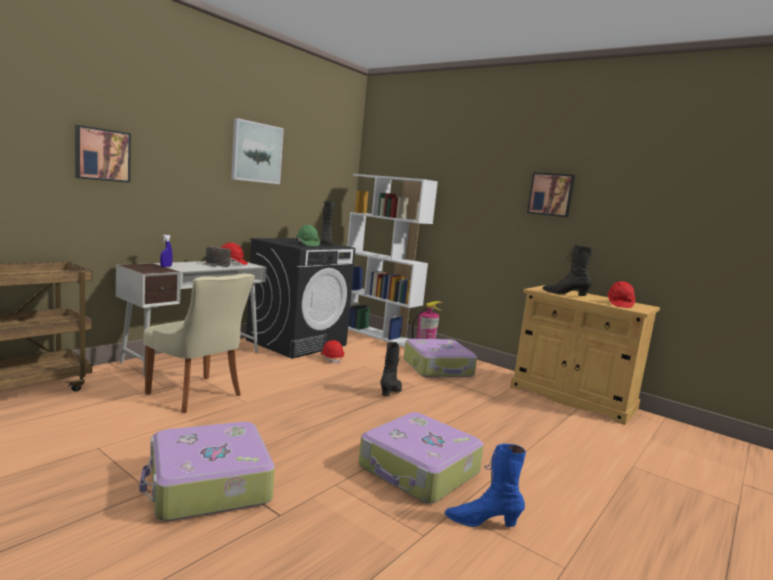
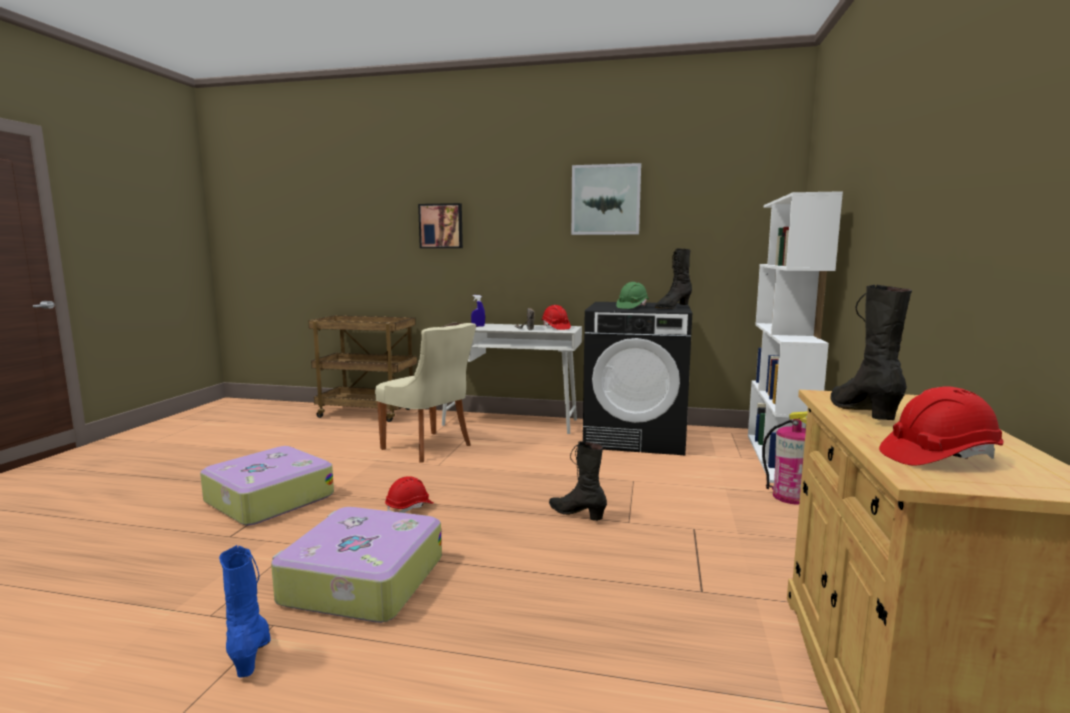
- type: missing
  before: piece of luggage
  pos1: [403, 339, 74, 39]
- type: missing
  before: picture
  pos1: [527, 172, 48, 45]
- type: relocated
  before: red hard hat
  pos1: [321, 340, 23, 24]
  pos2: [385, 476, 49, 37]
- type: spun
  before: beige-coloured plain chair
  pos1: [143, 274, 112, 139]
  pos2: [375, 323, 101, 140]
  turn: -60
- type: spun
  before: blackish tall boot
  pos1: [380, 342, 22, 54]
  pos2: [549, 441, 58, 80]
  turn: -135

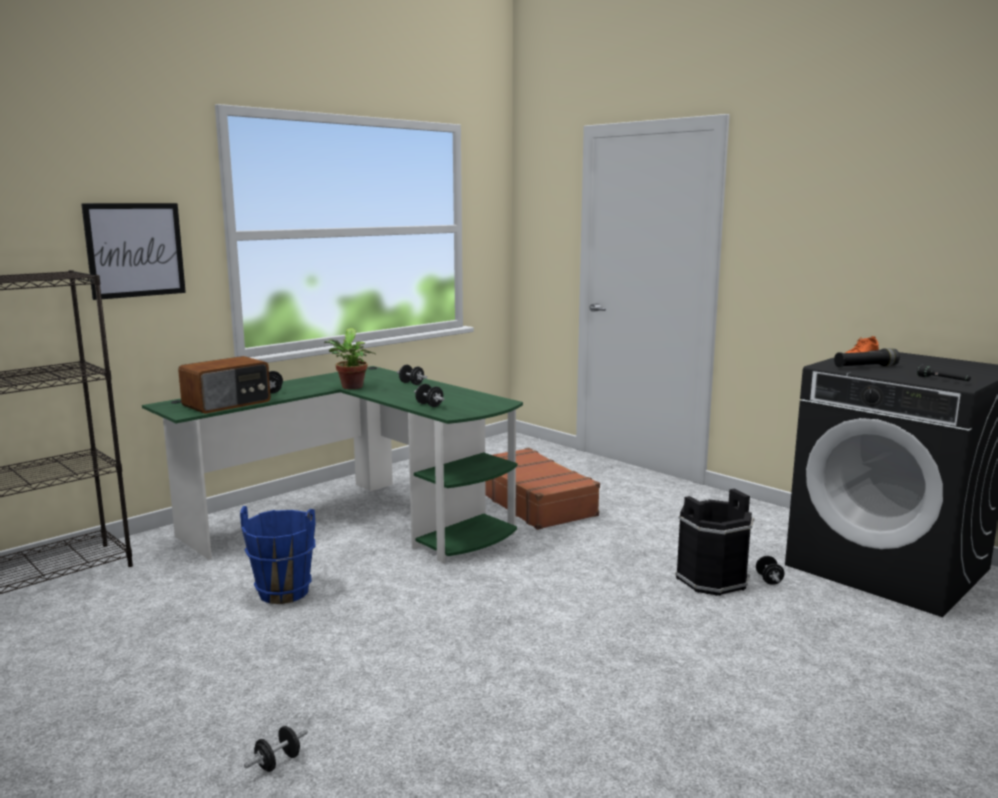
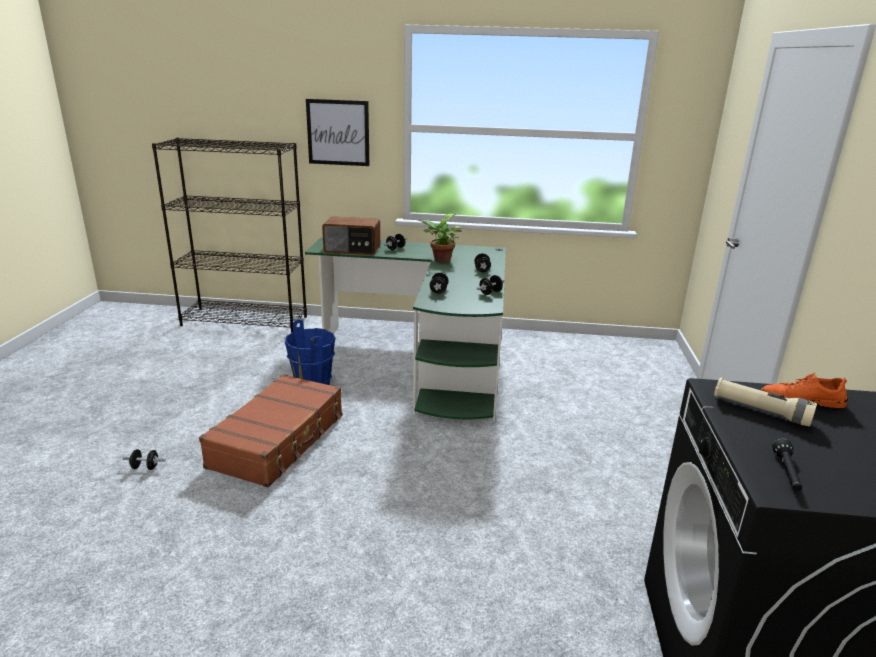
- type: missing
  before: blackish bucket
  pos1: [675, 489, 79, 107]
- type: relocated
  before: brown piece of luggage
  pos1: [485, 448, 115, 82]
  pos2: [199, 374, 143, 113]
- type: relocated
  before: blackish dumbbell
  pos1: [756, 556, 28, 29]
  pos2: [477, 275, 27, 20]
- type: colour
  before: blackish hand torch
  after: beige-coloured hand torch
  pos1: [834, 348, 66, 19]
  pos2: [714, 377, 103, 50]

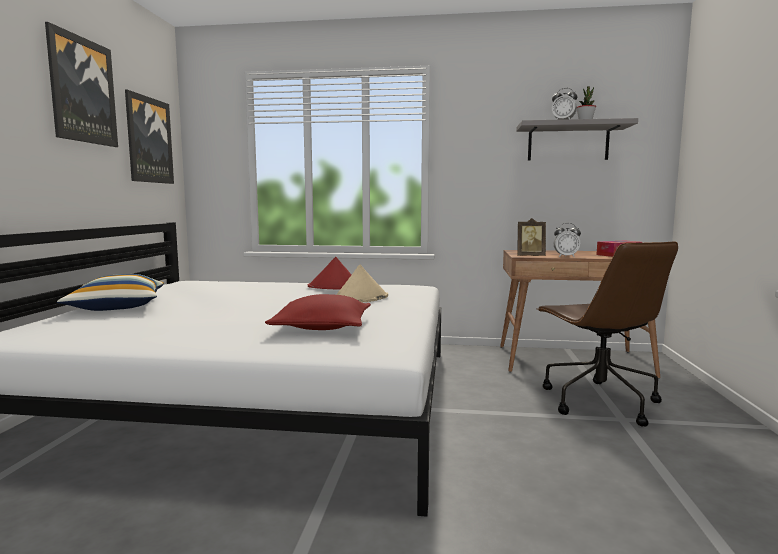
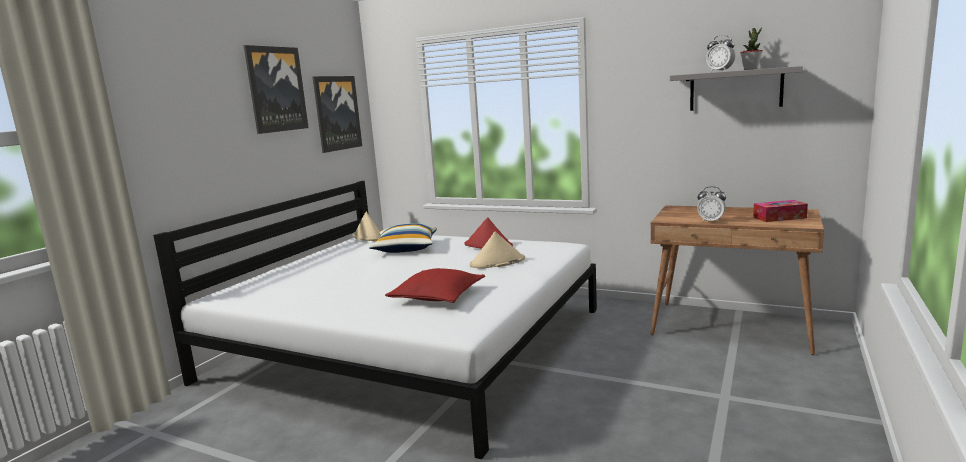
- type: missing
  before: photo frame
  pos1: [517, 218, 29, 38]
- type: missing
  before: brown office chair
  pos1: [537, 242, 141, 185]
- type: appeared
  after: beige-coloured clothing hat
  pos2: [353, 211, 27, 30]
- type: relocated
  before: cushion
  pos1: [57, 274, 107, 37]
  pos2: [369, 223, 68, 30]

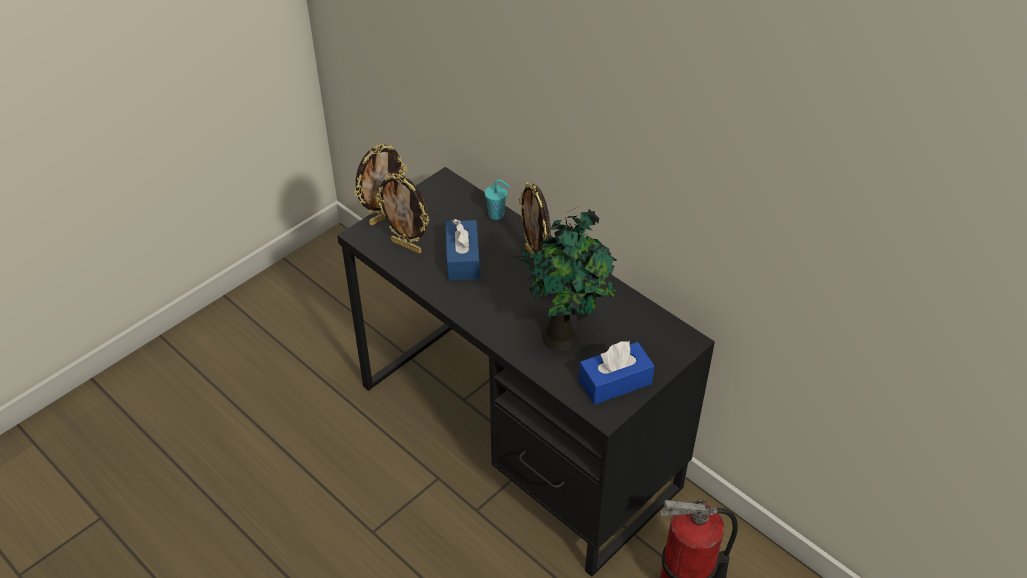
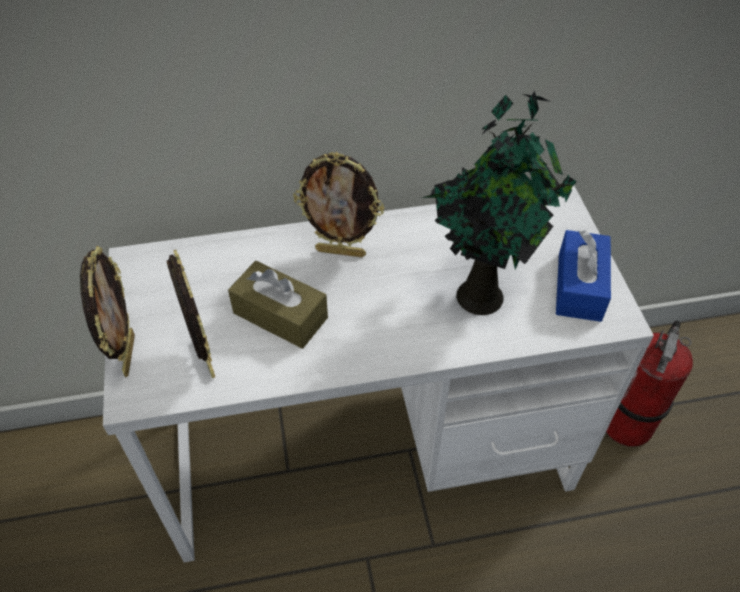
- type: missing
  before: turquoise drinking cup
  pos1: [485, 179, 25, 41]
- type: colour
  before: blackish desk
  after: white-coloured desk
  pos1: [337, 167, 378, 410]
  pos2: [103, 186, 551, 377]
- type: colour
  before: blue box of tissues
  after: brown box of tissues
  pos1: [445, 219, 35, 61]
  pos2: [228, 261, 100, 87]
- type: spun
  before: photo frame
  pos1: [375, 173, 54, 81]
  pos2: [167, 250, 48, 128]
  turn: -90

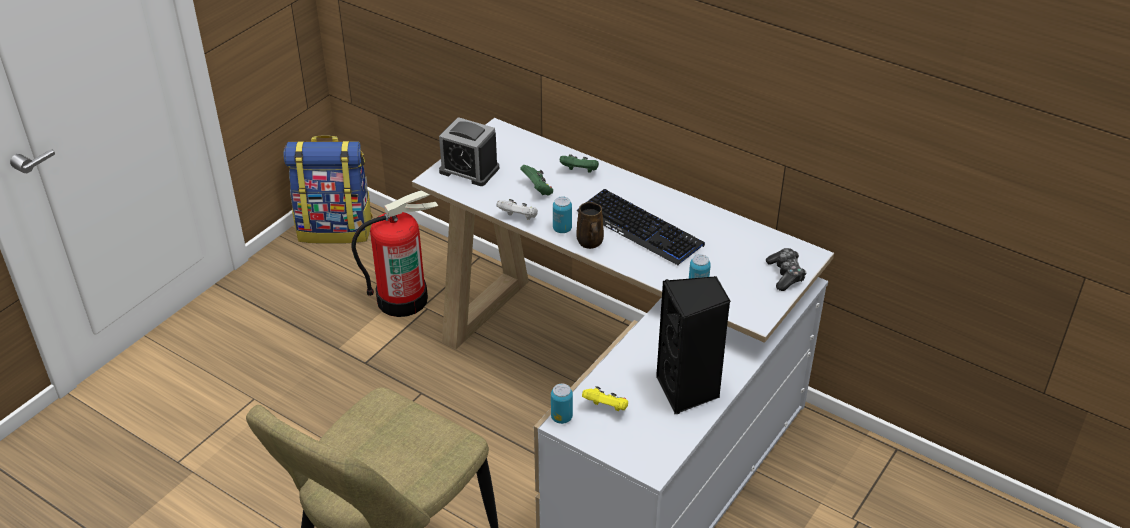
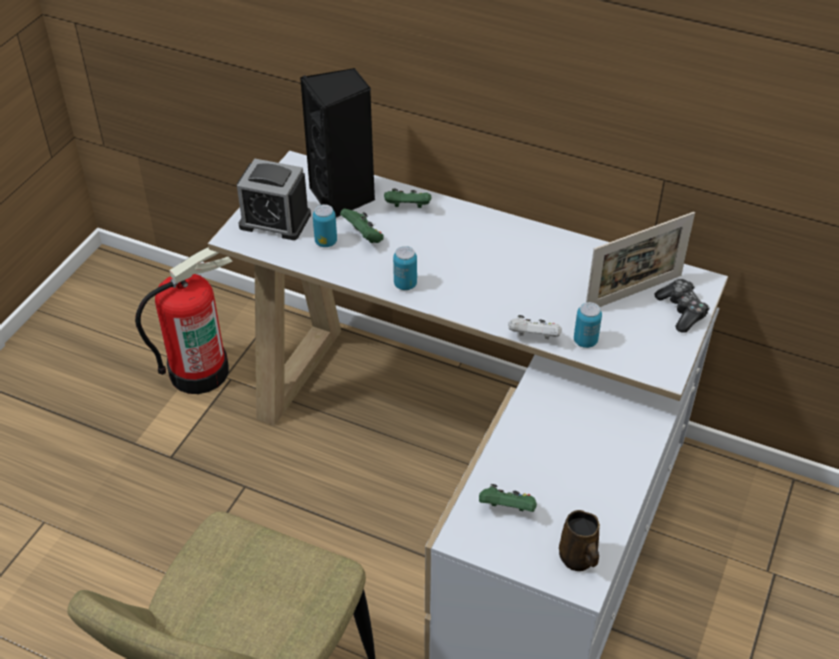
- type: missing
  before: backpack
  pos1: [283, 135, 90, 109]
- type: missing
  before: PC keyboard
  pos1: [577, 189, 128, 76]
- type: appeared
  after: photo frame
  pos2: [586, 212, 109, 95]
- type: relocated
  before: white-coloured game controller
  pos1: [497, 199, 41, 21]
  pos2: [508, 315, 54, 24]
- type: relocated
  before: sealed can
  pos1: [551, 383, 22, 41]
  pos2: [313, 204, 24, 43]
- type: relocated
  before: brown coffee mug
  pos1: [576, 202, 28, 47]
  pos2: [559, 510, 41, 61]
- type: relocated
  before: blackish audio speaker
  pos1: [656, 276, 75, 138]
  pos2: [300, 68, 75, 150]
- type: colour
  before: yellow-coloured game controller
  after: green game controller
  pos1: [582, 386, 46, 25]
  pos2: [479, 484, 58, 28]

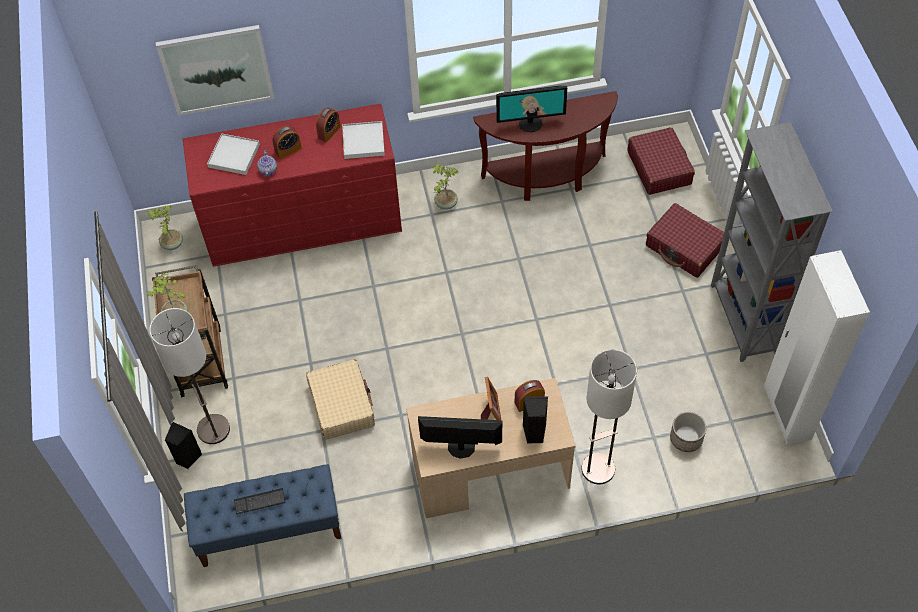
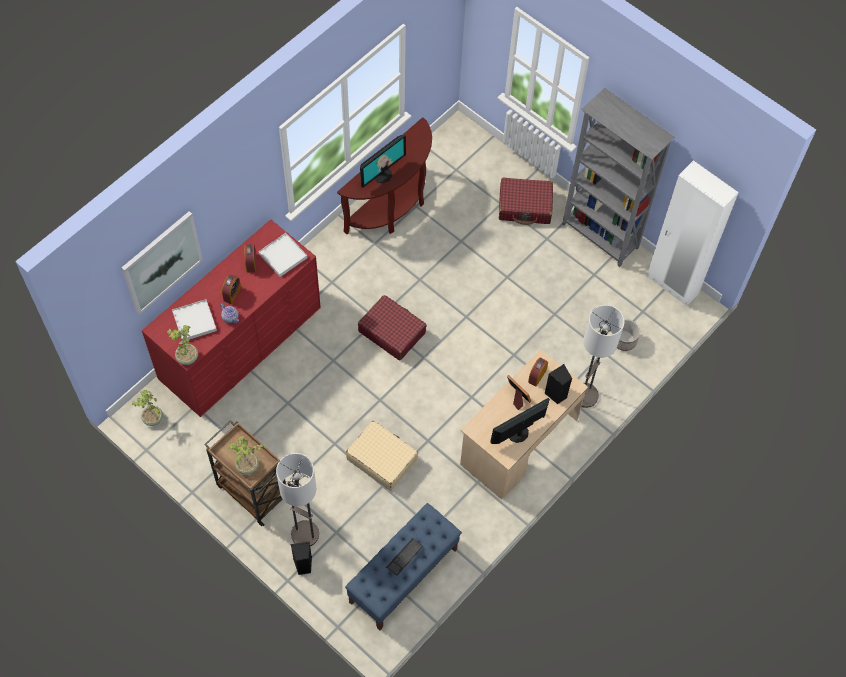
- type: relocated
  before: plant in a pot
  pos1: [433, 163, 25, 47]
  pos2: [167, 325, 31, 40]
- type: relocated
  before: red piece of luggage
  pos1: [628, 127, 67, 68]
  pos2: [358, 295, 69, 66]

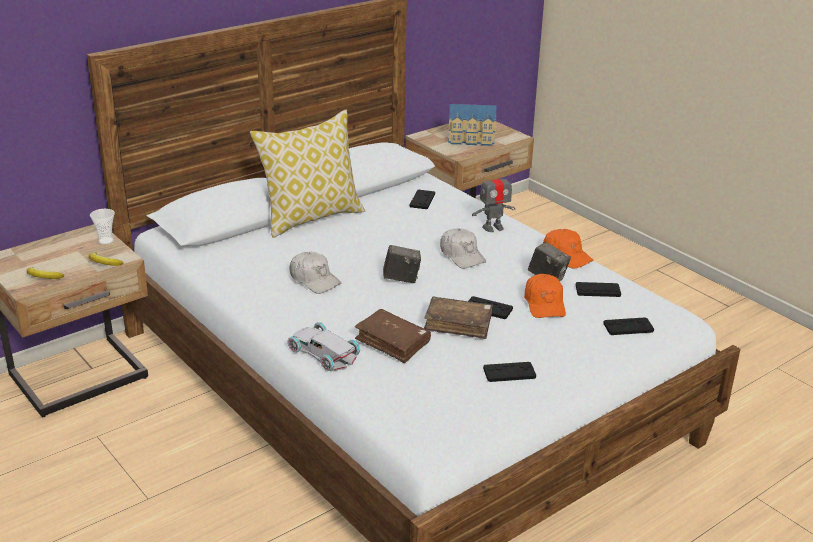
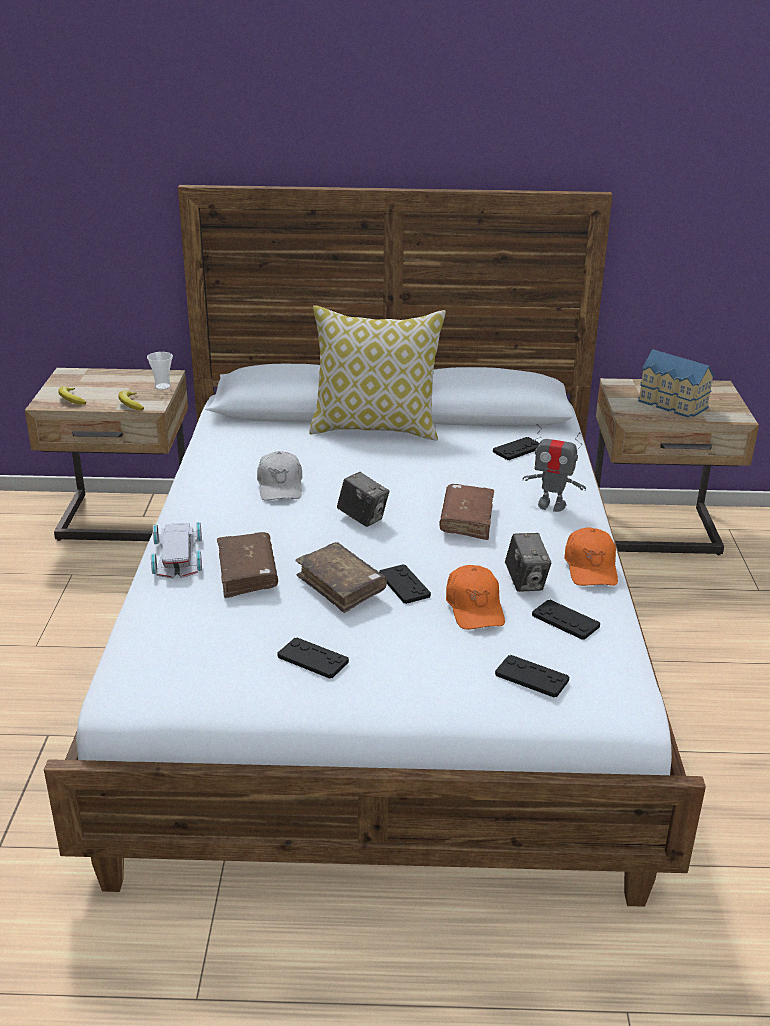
- type: exchanged
  before: white-coloured peaked cap
  after: brown volume
  pos1: [440, 228, 46, 41]
  pos2: [439, 484, 55, 56]
- type: spun
  before: orange-coloured peaked cap
  pos1: [524, 274, 42, 44]
  pos2: [446, 565, 59, 65]
  turn: -45

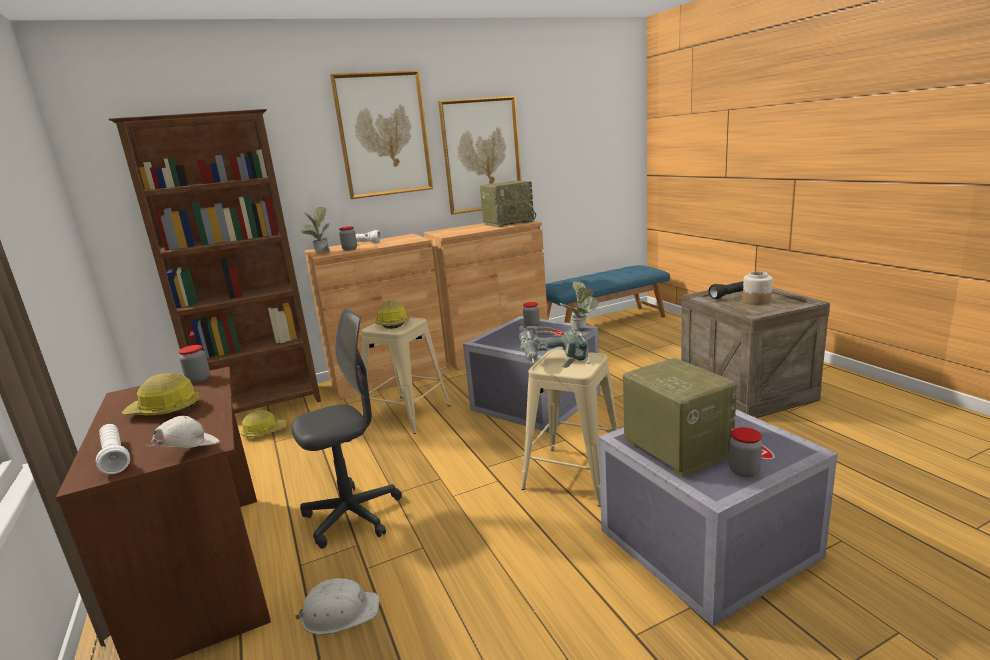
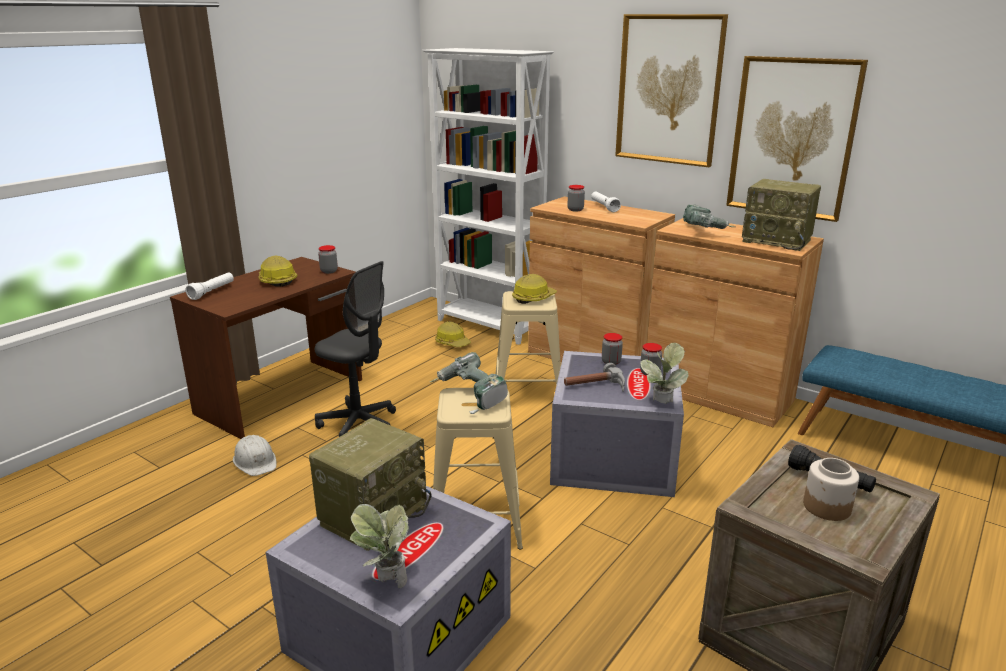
- type: missing
  before: white-coloured peaked cap
  pos1: [146, 416, 74, 31]
- type: appeared
  after: power drill
  pos2: [683, 204, 52, 25]
- type: relocated
  before: plant in a pot
  pos1: [301, 207, 29, 45]
  pos2: [350, 503, 59, 85]
- type: relocated
  before: preserve jar
  pos1: [729, 427, 33, 50]
  pos2: [602, 333, 21, 32]
- type: colour
  before: brown bookshelf
  after: white-coloured bookshelf
  pos1: [108, 109, 213, 305]
  pos2: [422, 48, 132, 297]

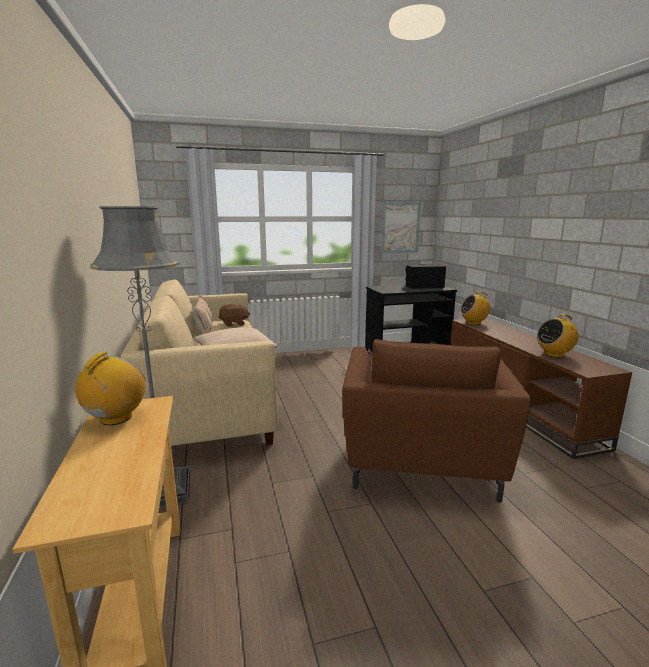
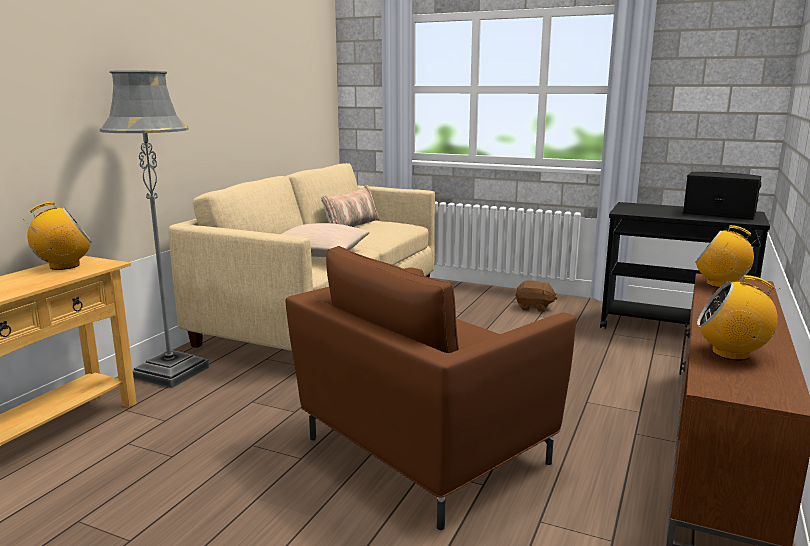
- type: missing
  before: picture
  pos1: [380, 201, 41, 52]
- type: relocated
  before: brown plush toy
  pos1: [219, 304, 31, 23]
  pos2: [515, 280, 42, 32]

